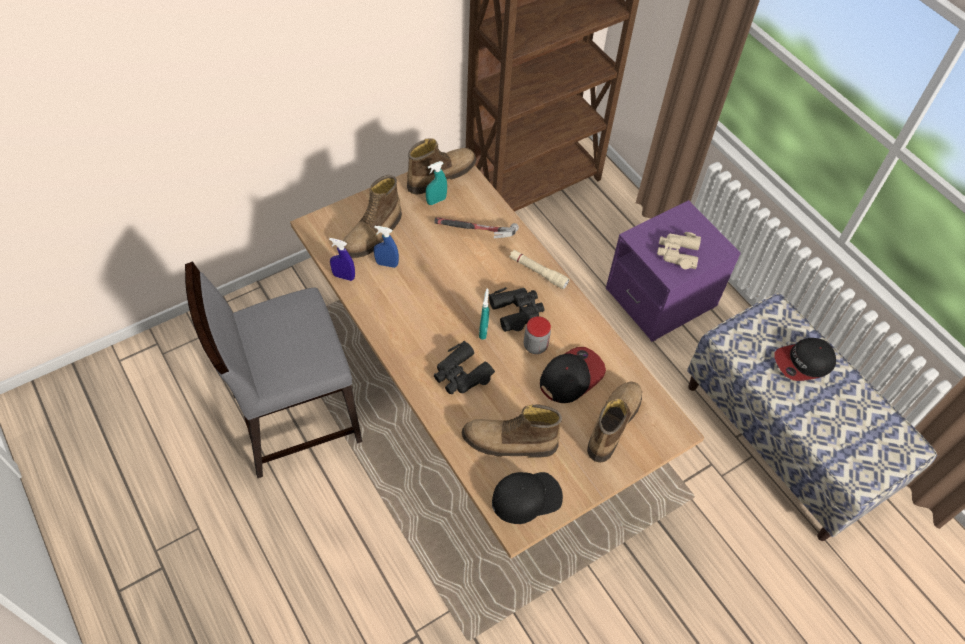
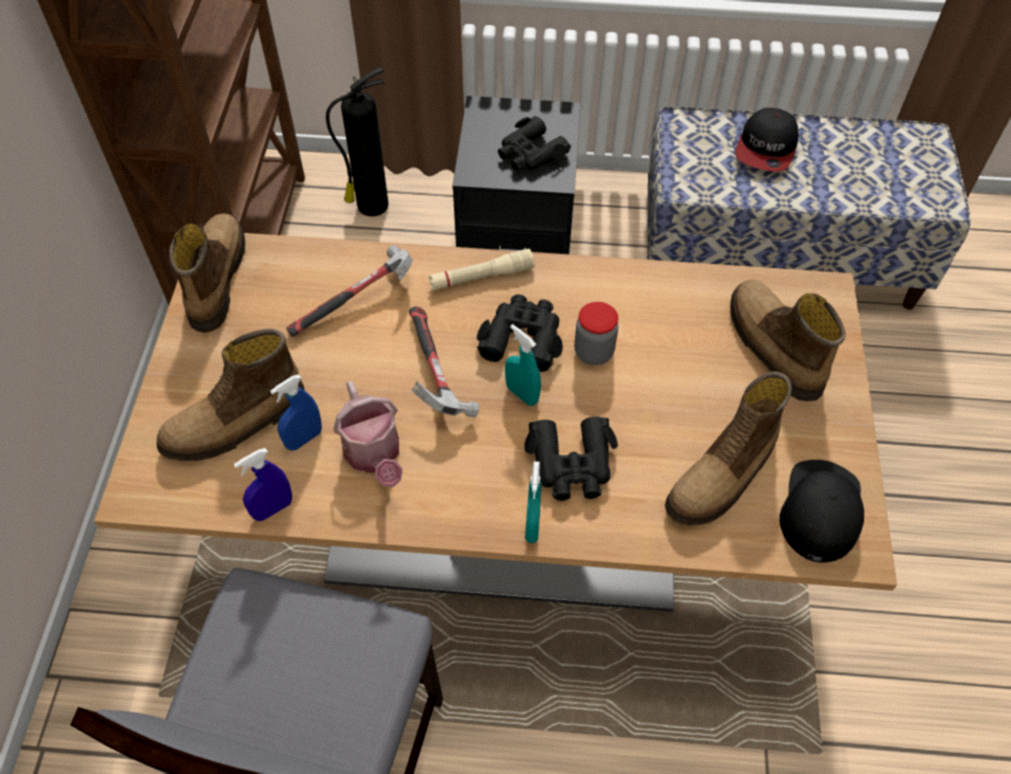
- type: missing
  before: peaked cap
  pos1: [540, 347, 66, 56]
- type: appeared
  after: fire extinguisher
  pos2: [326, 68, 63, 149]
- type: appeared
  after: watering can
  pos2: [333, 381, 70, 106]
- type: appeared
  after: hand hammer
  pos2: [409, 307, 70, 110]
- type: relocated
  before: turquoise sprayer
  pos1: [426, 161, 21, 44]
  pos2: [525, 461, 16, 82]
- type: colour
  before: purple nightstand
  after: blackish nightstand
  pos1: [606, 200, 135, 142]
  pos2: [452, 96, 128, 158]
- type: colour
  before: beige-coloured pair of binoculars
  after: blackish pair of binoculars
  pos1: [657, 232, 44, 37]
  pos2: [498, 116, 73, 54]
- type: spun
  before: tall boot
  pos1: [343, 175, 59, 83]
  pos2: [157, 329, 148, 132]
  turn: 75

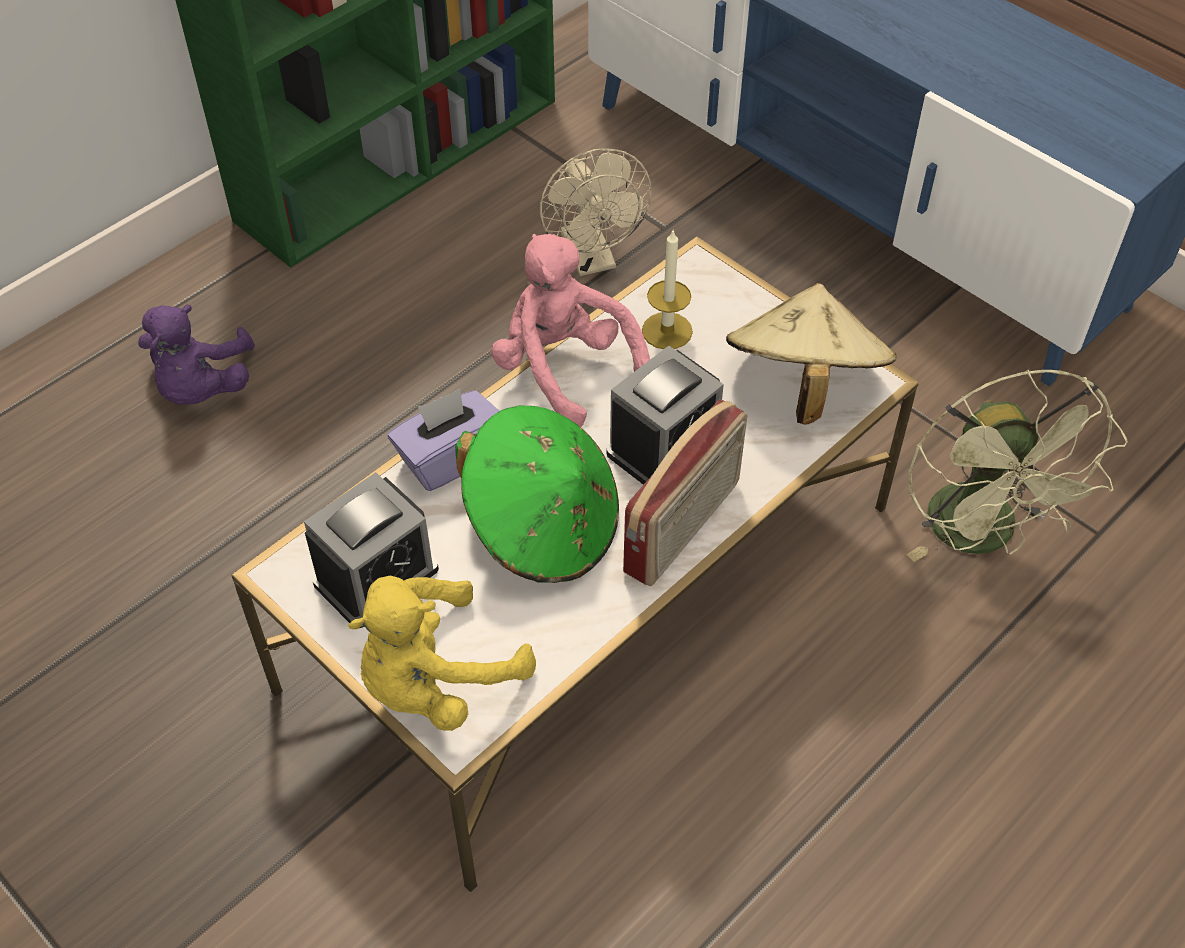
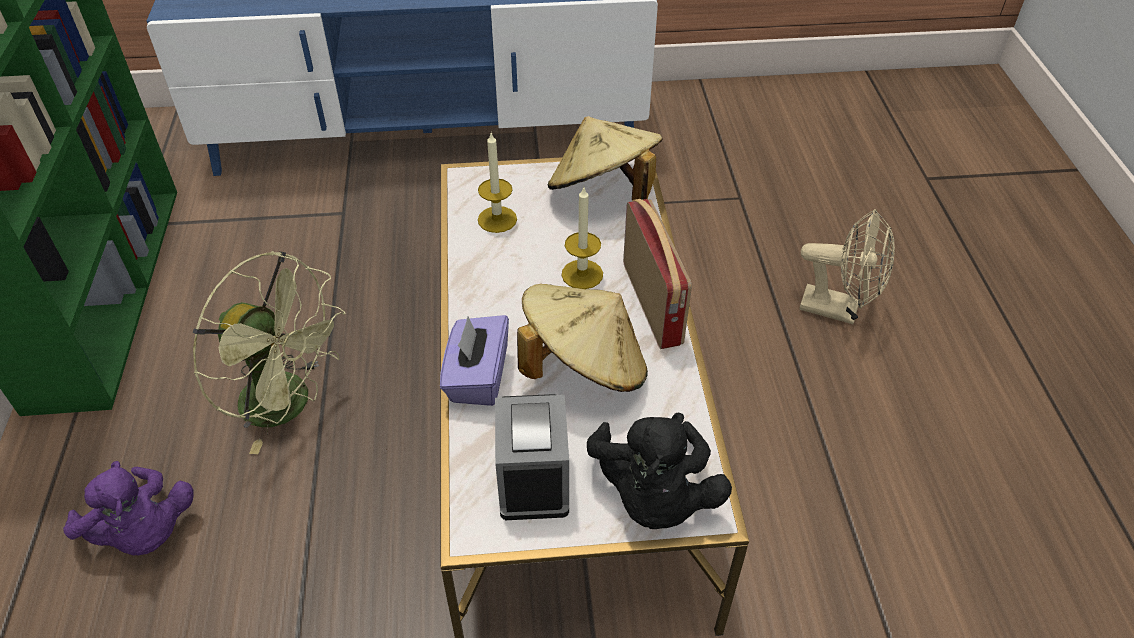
- type: missing
  before: pink-coloured plush toy
  pos1: [491, 234, 159, 193]
- type: relocated
  before: beige-coloured cooling fan
  pos1: [540, 148, 112, 128]
  pos2: [800, 209, 95, 115]
- type: relocated
  before: green cooling fan
  pos1: [907, 369, 221, 193]
  pos2: [193, 251, 153, 203]
- type: exchanged
  before: bedside clock
  after: candle
  pos1: [606, 346, 118, 139]
  pos2: [562, 187, 41, 102]
- type: colour
  before: yellow-coloured plush toy
  after: blackish plush toy
  pos1: [348, 575, 188, 156]
  pos2: [587, 413, 145, 116]
- type: colour
  before: green clothing hat
  after: beige-coloured clothing hat
  pos1: [455, 405, 164, 178]
  pos2: [517, 284, 131, 108]

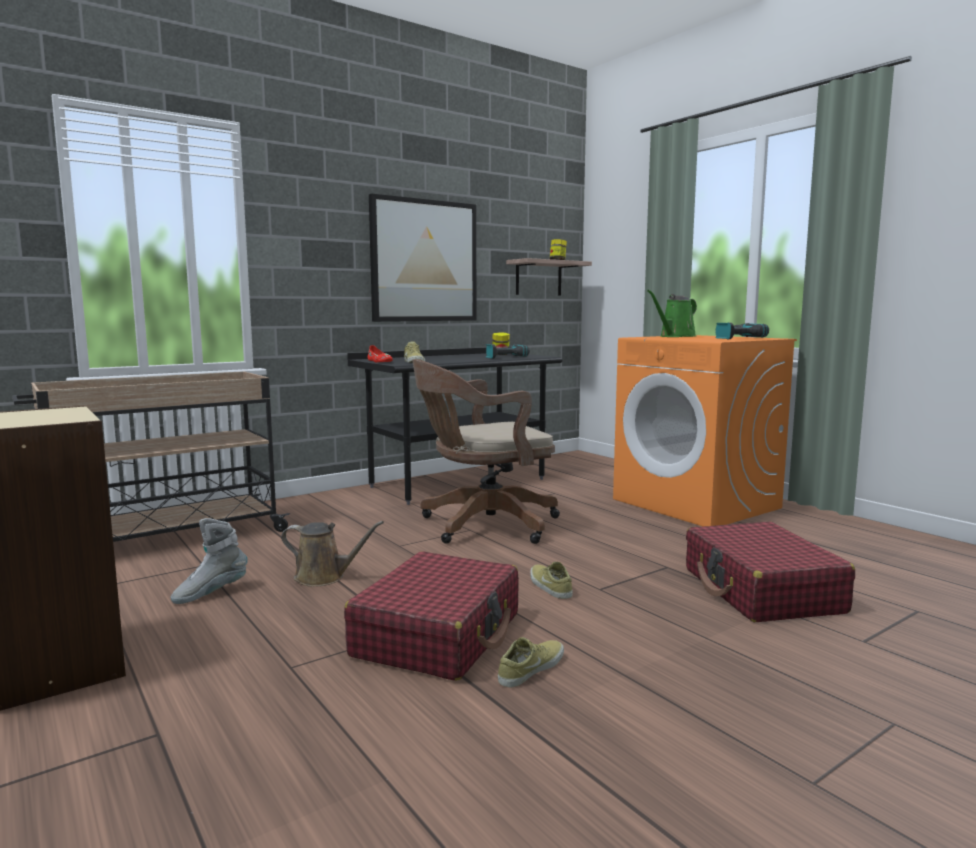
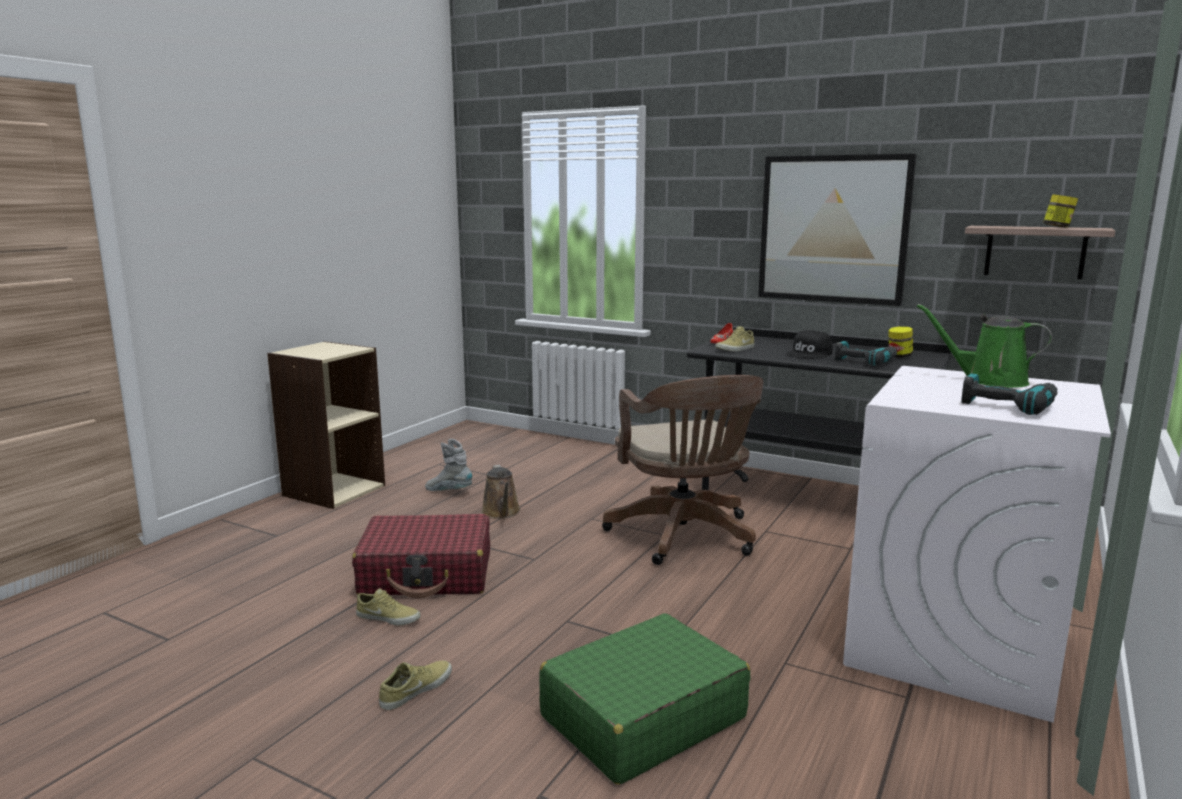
- type: missing
  before: beige-coloured wheeled cart
  pos1: [12, 372, 278, 170]
- type: appeared
  after: blackish peaked cap
  pos2: [786, 330, 47, 29]
- type: relocated
  before: beige-coloured shoe
  pos1: [530, 562, 43, 37]
  pos2: [379, 660, 73, 50]
- type: colour
  before: orange-coloured washing machine
  after: white-coloured washing machine
  pos1: [613, 335, 184, 191]
  pos2: [843, 366, 268, 357]
- type: colour
  before: red piece of luggage
  after: green piece of luggage
  pos1: [686, 522, 169, 100]
  pos2: [539, 613, 211, 172]
- type: spun
  before: brown office chair
  pos1: [412, 359, 148, 185]
  pos2: [602, 375, 161, 190]
  turn: -150

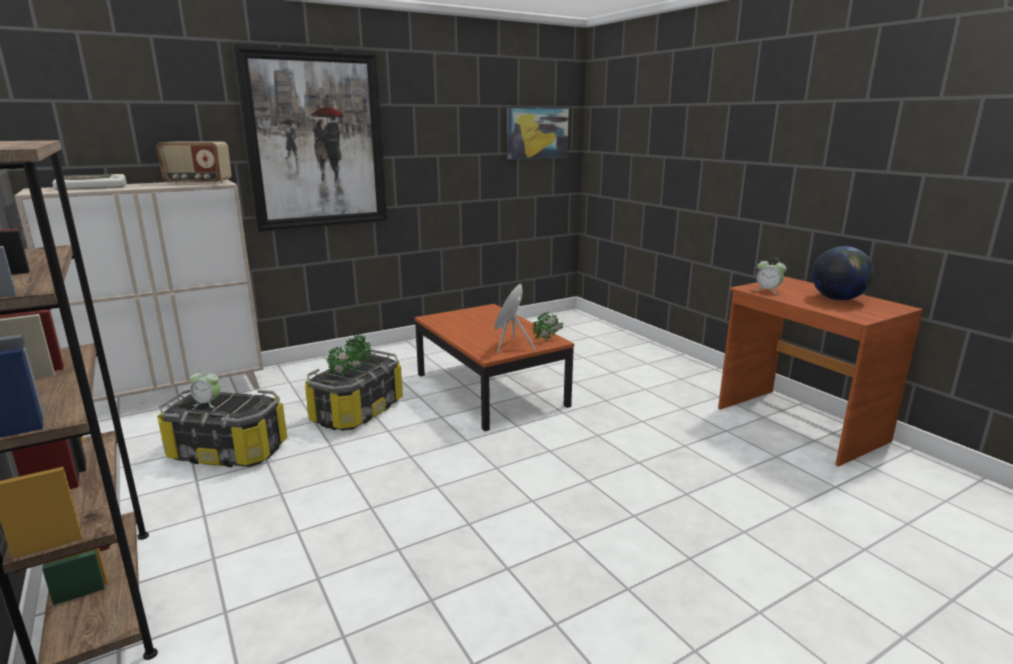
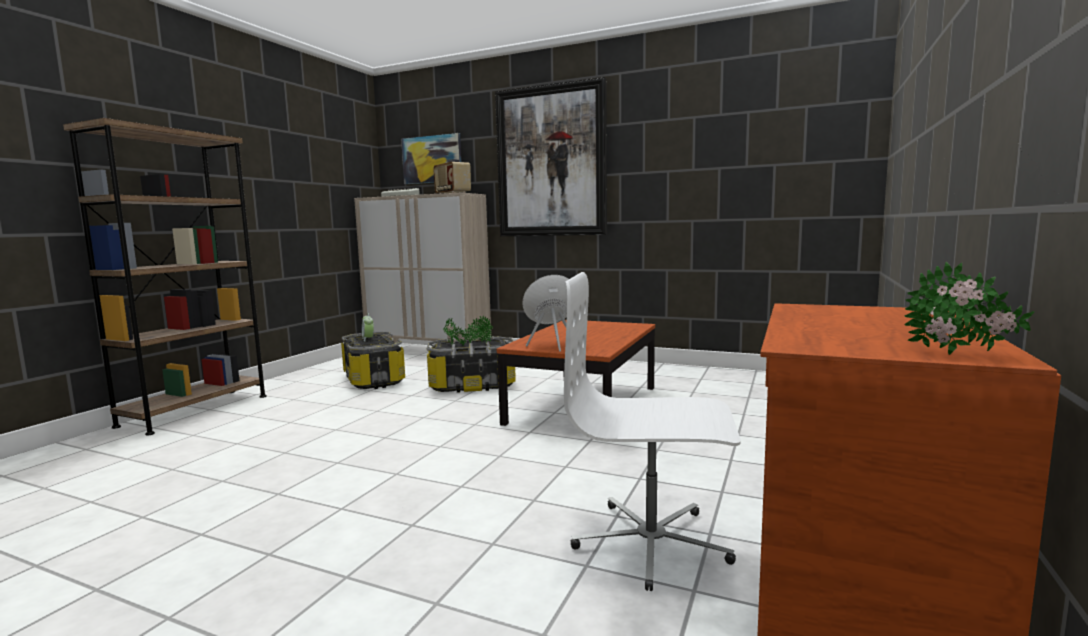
- type: missing
  before: bedside clock
  pos1: [754, 257, 33, 37]
- type: missing
  before: desk globe
  pos1: [812, 246, 62, 54]
- type: appeared
  after: white-coloured office chair
  pos2: [564, 272, 177, 319]
- type: relocated
  before: picture
  pos1: [507, 108, 62, 51]
  pos2: [401, 133, 60, 51]
- type: relocated
  before: plant in a pot
  pos1: [532, 312, 32, 29]
  pos2: [905, 262, 129, 93]

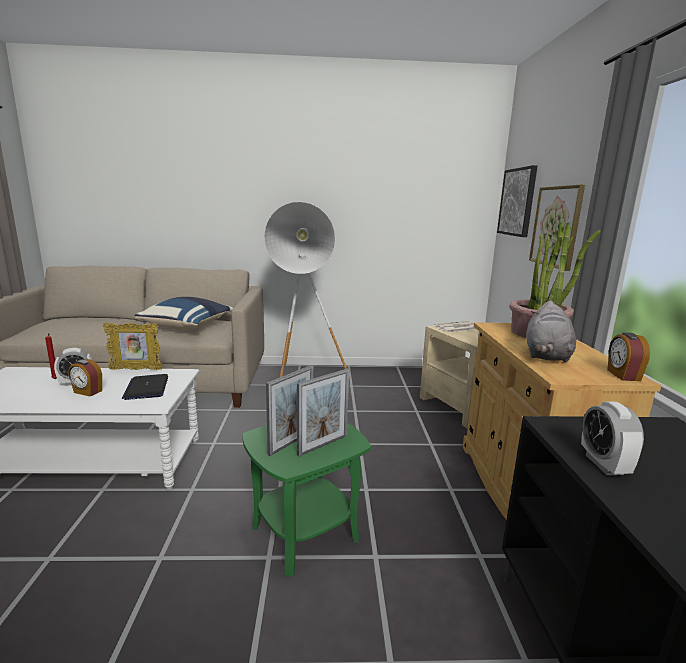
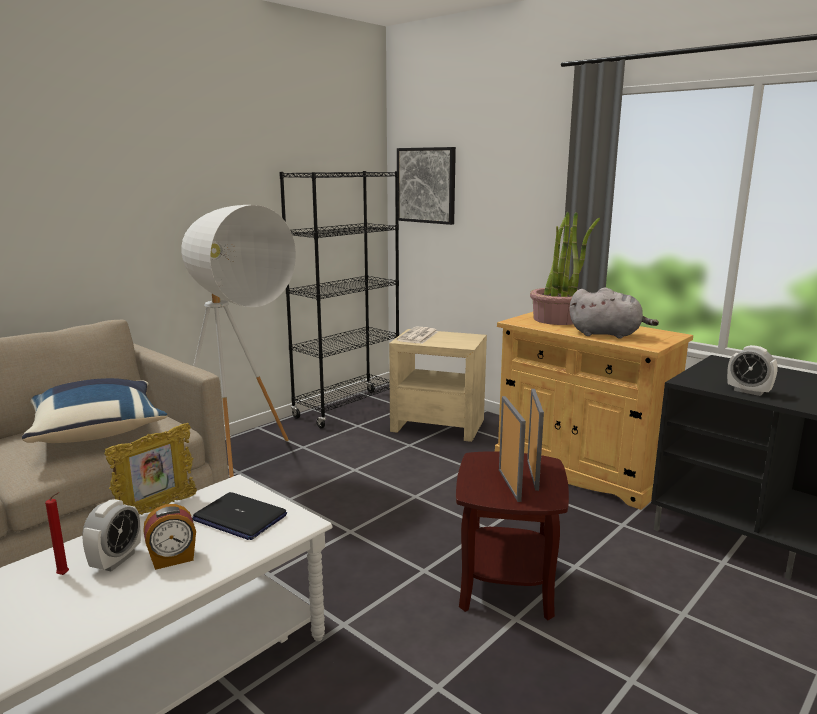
- type: missing
  before: picture
  pos1: [529, 185, 56, 86]
- type: missing
  before: bedside clock
  pos1: [607, 332, 43, 49]
- type: appeared
  after: blackish bookshelf
  pos2: [279, 171, 120, 257]
- type: colour
  before: green end table
  after: brown end table
  pos1: [242, 422, 129, 155]
  pos2: [456, 451, 113, 169]
- type: spun
  before: gray plush toy
  pos1: [526, 301, 50, 62]
  pos2: [569, 287, 90, 52]
  turn: -45

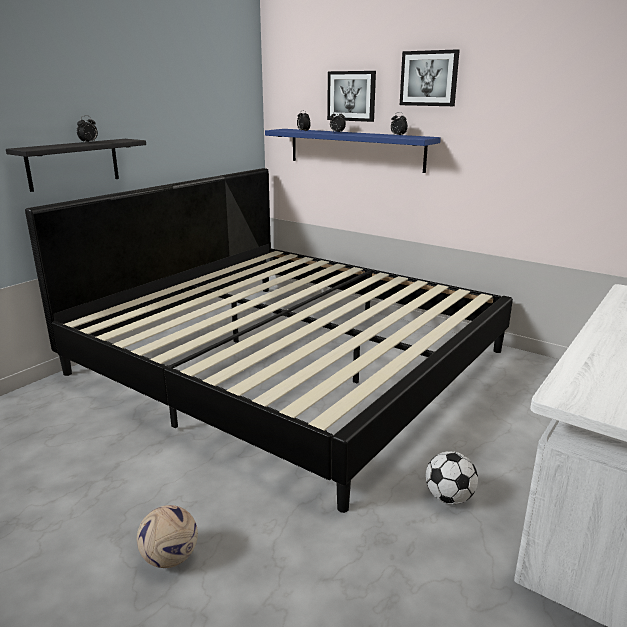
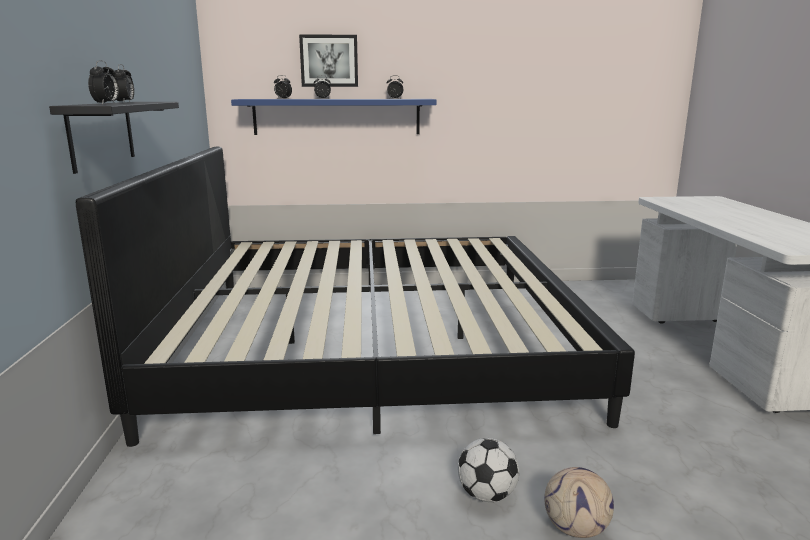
- type: missing
  before: picture
  pos1: [400, 49, 60, 57]
- type: appeared
  after: bedside clock
  pos2: [88, 60, 31, 45]
- type: relocated
  before: football ball
  pos1: [426, 451, 52, 53]
  pos2: [458, 438, 61, 64]

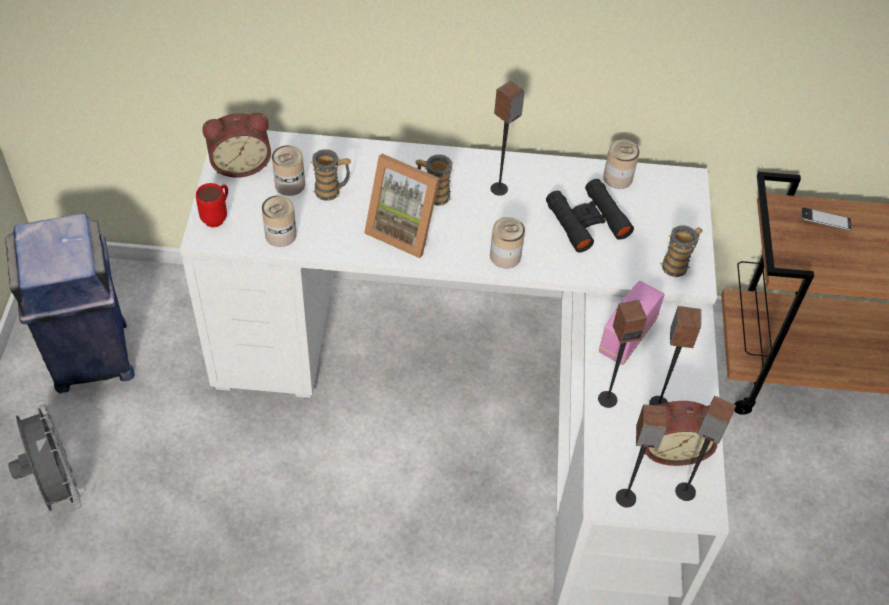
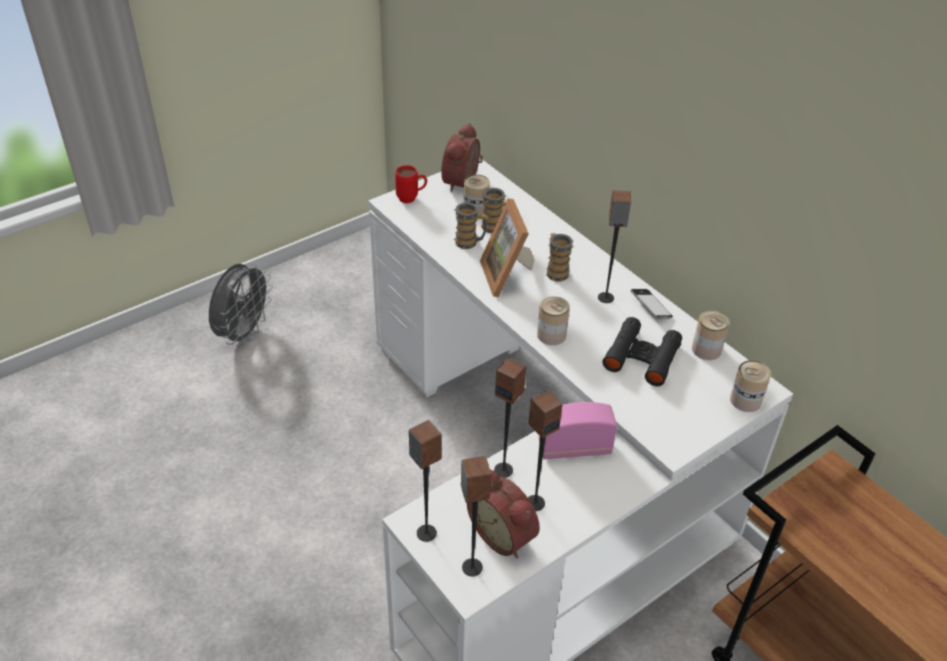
- type: missing
  before: blue rubbish bin
  pos1: [5, 213, 130, 180]
- type: relocated
  before: sealed can
  pos1: [262, 195, 35, 52]
  pos2: [730, 360, 41, 52]
- type: relocated
  before: coffee mug
  pos1: [660, 225, 43, 52]
  pos2: [454, 203, 35, 46]
- type: relocated
  before: telephone
  pos1: [801, 207, 51, 24]
  pos2: [631, 289, 42, 30]
- type: spun
  before: bedside clock
  pos1: [202, 113, 69, 65]
  pos2: [441, 123, 42, 69]
  turn: 75

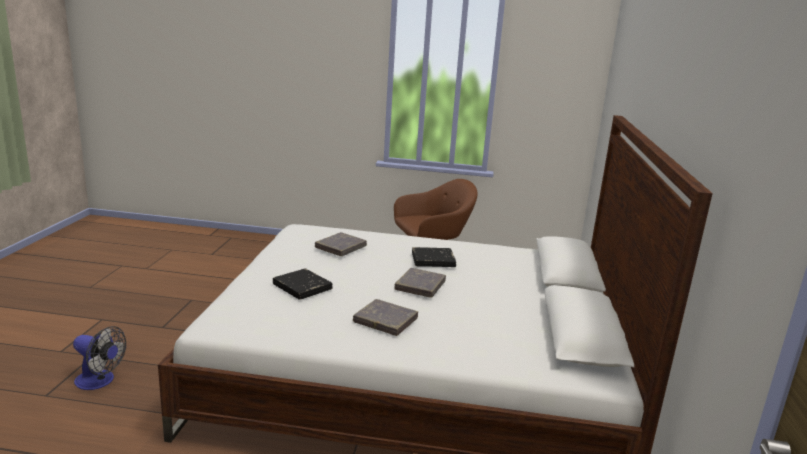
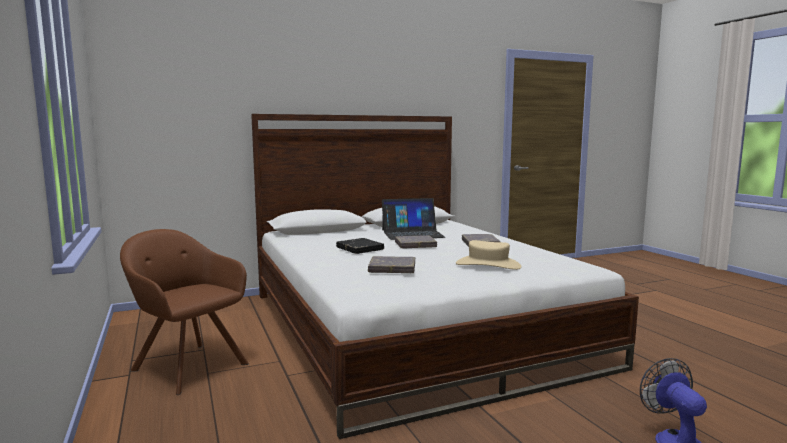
- type: appeared
  after: portable computer
  pos2: [382, 198, 63, 42]
- type: exchanged
  before: blackish volume
  after: beige-coloured clothing hat
  pos1: [273, 268, 60, 32]
  pos2: [456, 240, 65, 30]

